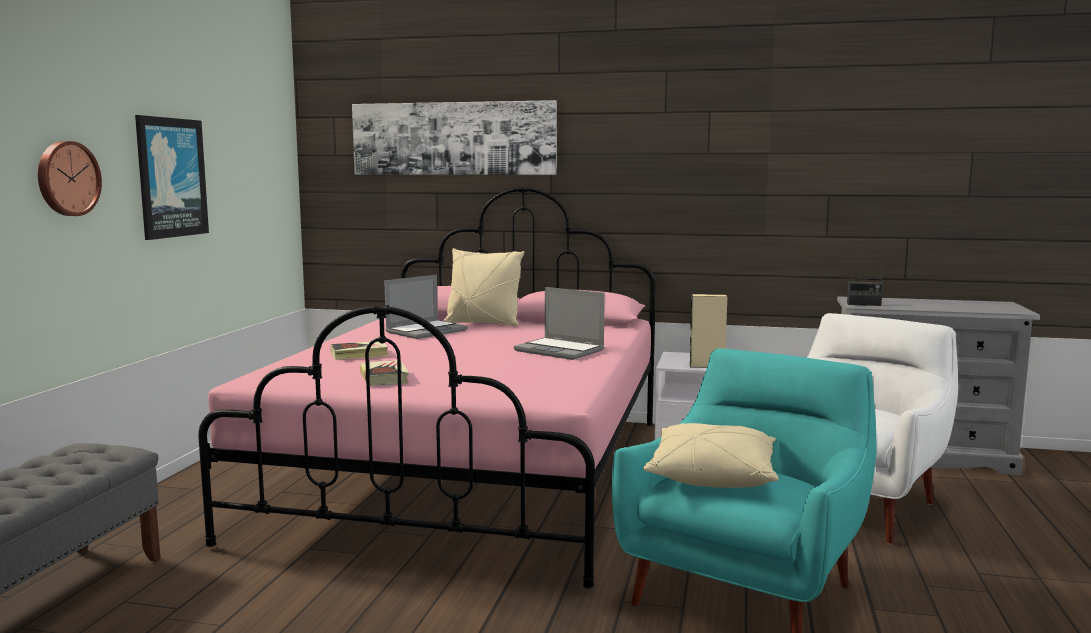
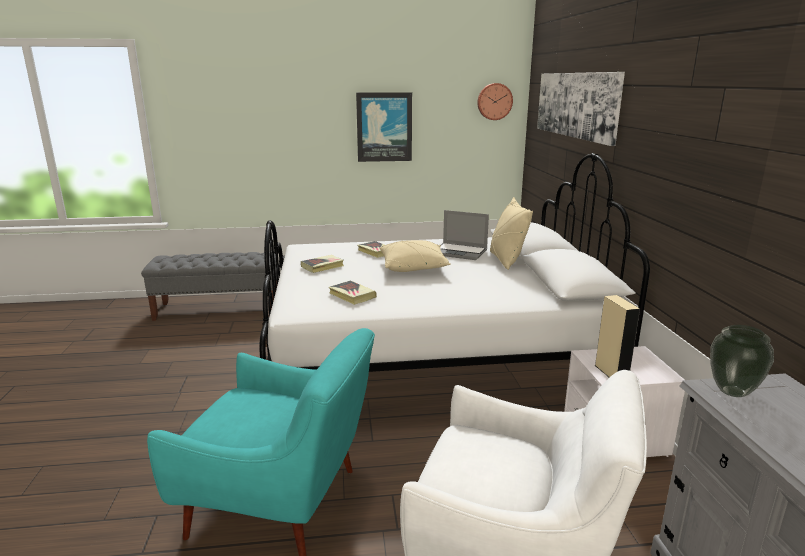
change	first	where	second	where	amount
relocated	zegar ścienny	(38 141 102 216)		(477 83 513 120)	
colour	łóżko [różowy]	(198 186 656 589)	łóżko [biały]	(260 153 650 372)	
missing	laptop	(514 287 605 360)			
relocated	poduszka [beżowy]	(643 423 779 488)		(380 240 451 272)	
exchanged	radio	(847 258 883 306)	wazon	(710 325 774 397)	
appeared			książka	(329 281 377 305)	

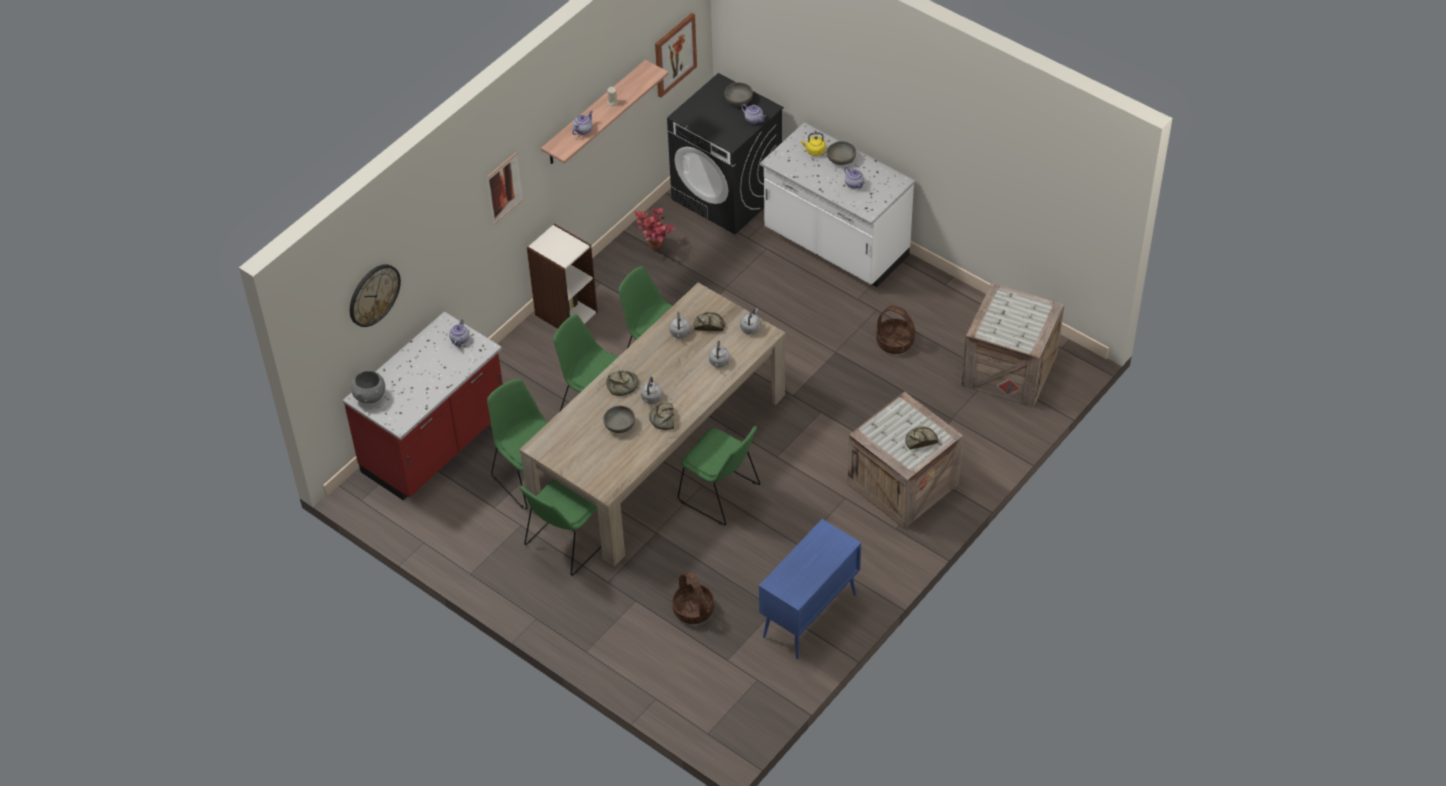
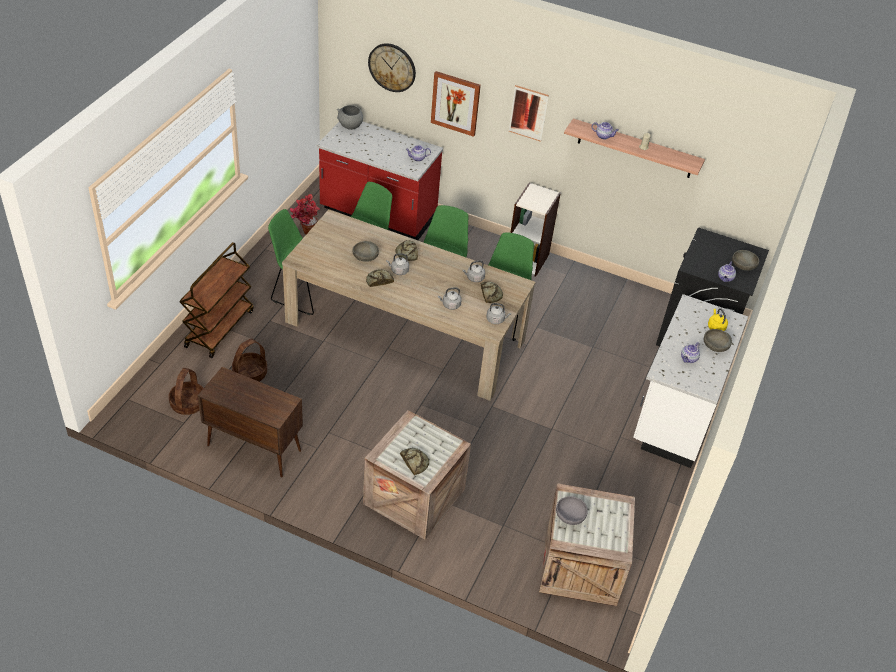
change	first	where	second	where	amount
relocated	roślina doniczkowa	(635 208 675 251)		(290 194 320 235)	
relocated	obraz	(655 13 697 97)		(431 71 481 137)	
missing	krzesło [zielony]	(678 426 760 525)			
colour	szafka [niebieski]	(759 519 861 659)	szafka [brązowy]	(198 367 303 478)	
relocated	koszyk	(876 305 915 354)		(169 368 203 415)	
appeared			wózek [brązowy]	(179 242 254 358)	
appeared			miska [szary]	(556 496 588 525)	

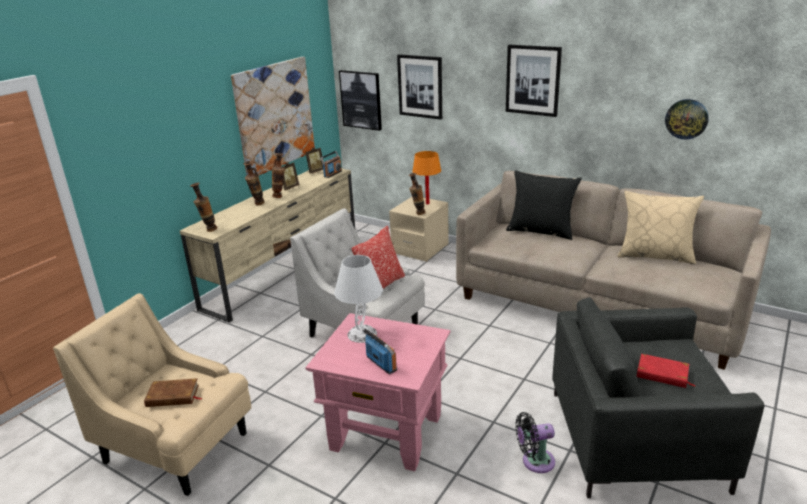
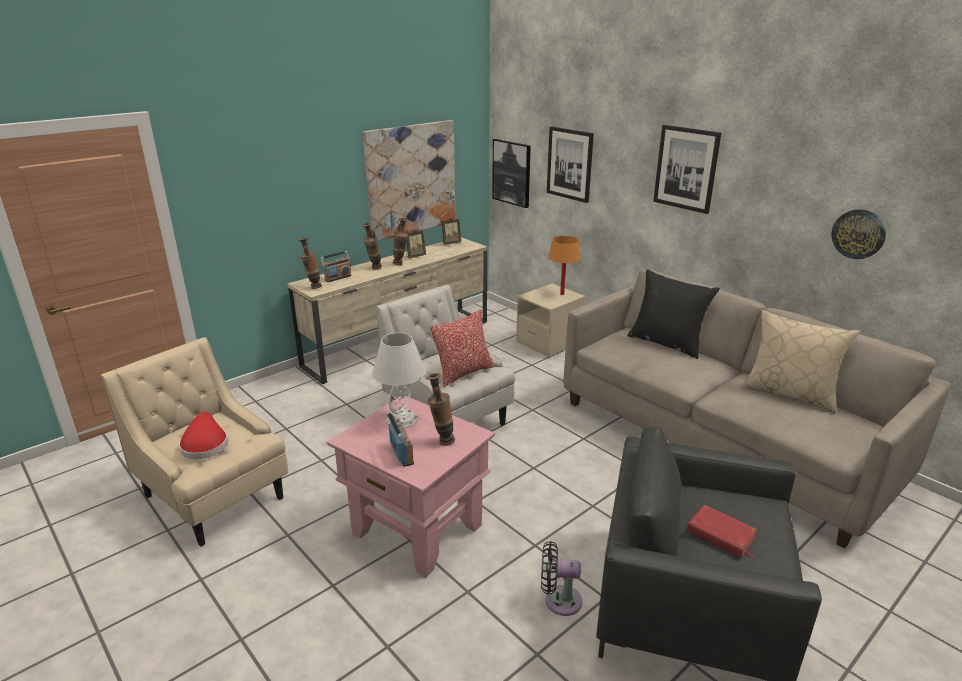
change	first	where	second	where	amount
exchanged	książka [brązowy]	(144 378 202 407)	kapelusz [czerwony]	(179 412 228 459)	
relocated	radio	(320 151 342 178)		(320 251 352 282)	
relocated	wazon	(409 173 425 215)		(426 373 455 446)	

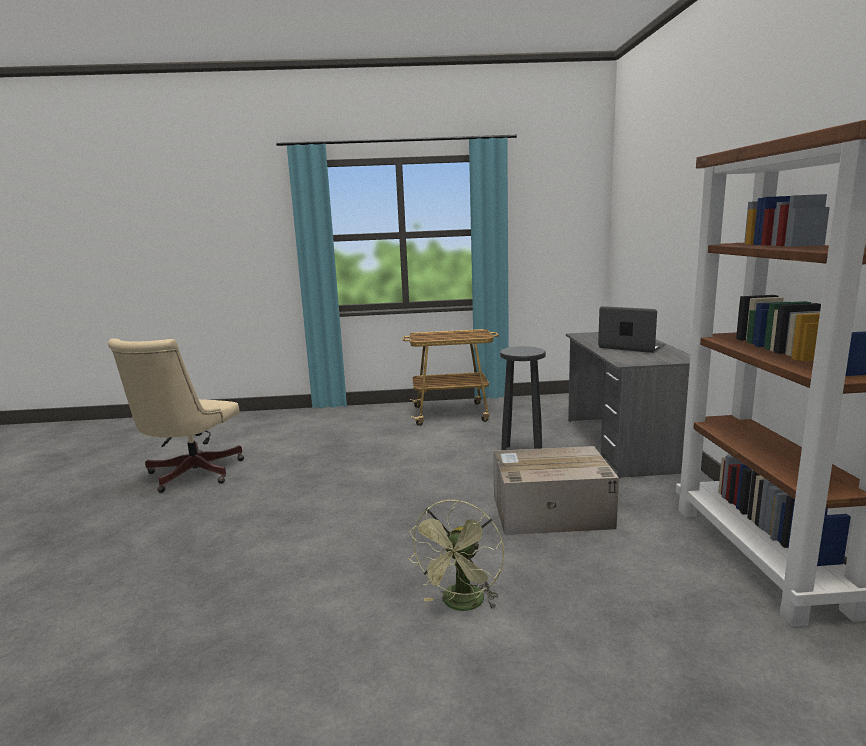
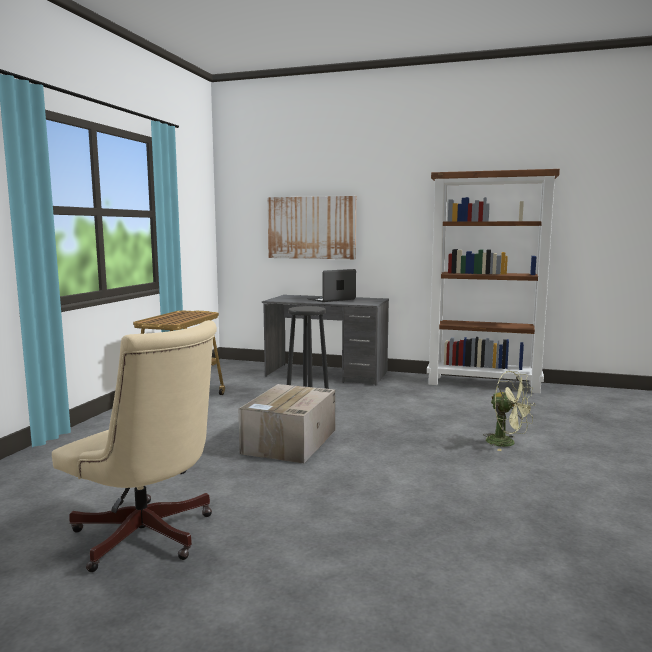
change	first	where	second	where	amount
relocated	karton	(493 446 619 535)		(239 384 335 463)	
appeared			obraz	(268 196 356 259)	

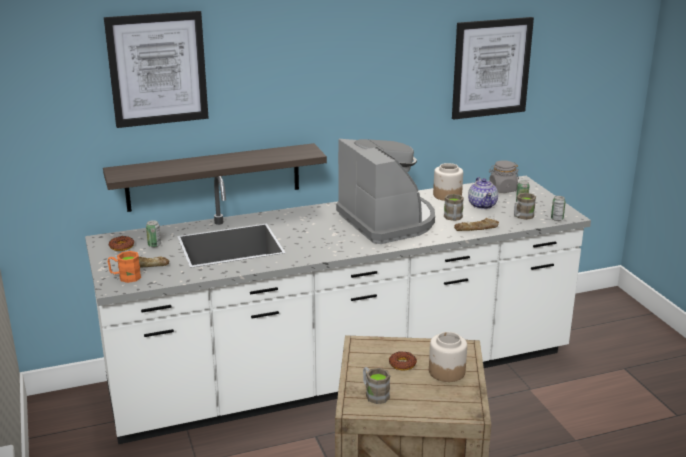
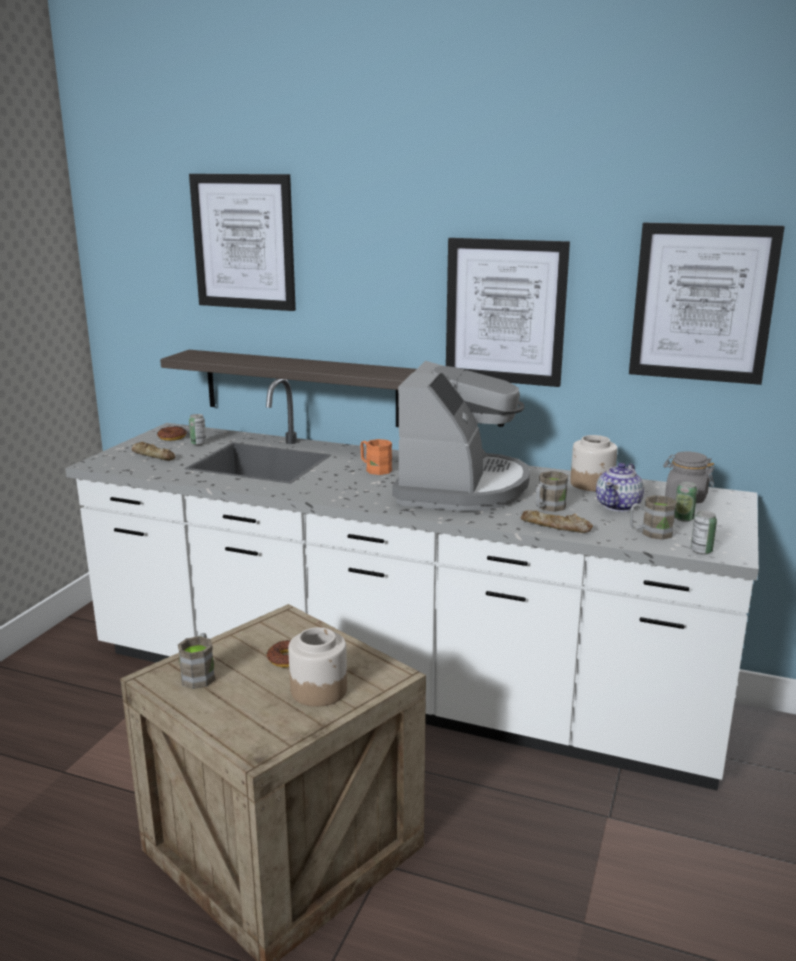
change	first	where	second	where	amount
relocated	kubek [pomarańczowy]	(108 251 141 283)		(360 439 392 475)	
appeared			obraz	(446 238 570 387)	

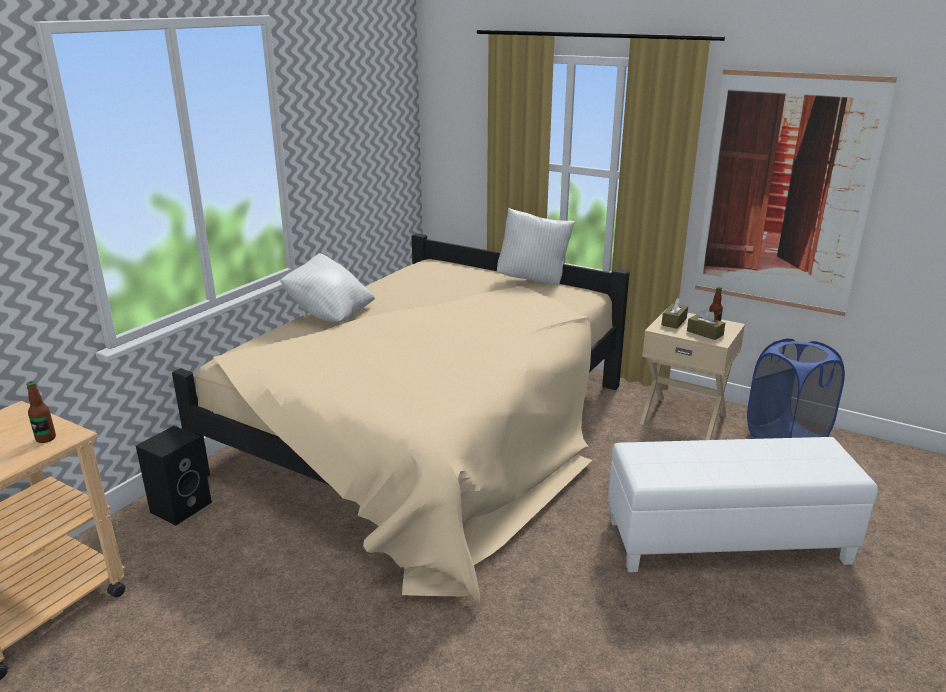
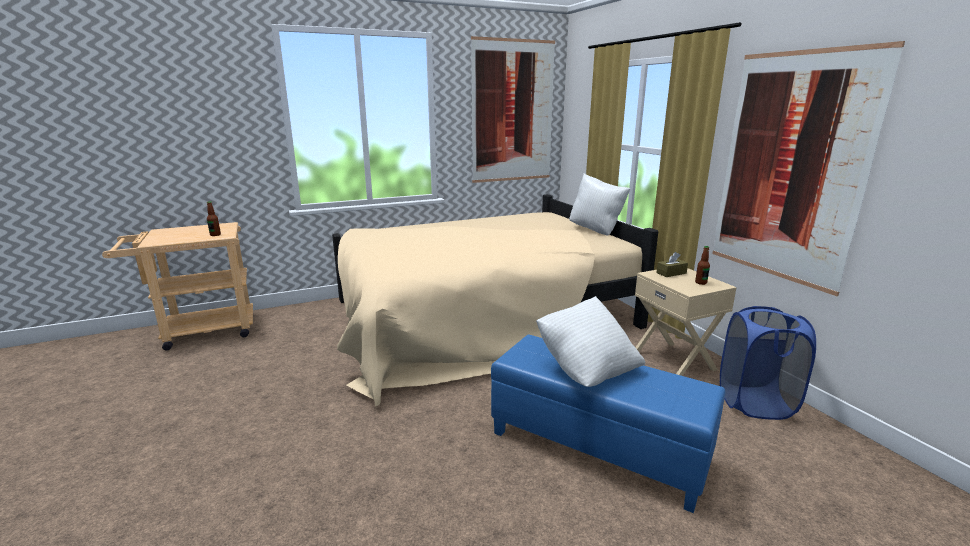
change	first	where	second	where	amount
missing	głośnik [czarny]	(136 426 212 526)			
relocated	poduszka [biały]	(280 253 375 323)		(536 296 645 387)	
colour	pufa [biały]	(608 437 878 572)	pufa [niebieski]	(491 334 725 513)	
missing	pudełko chusteczek [brązowy]	(687 308 725 340)			
appeared			obraz	(471 36 555 183)	

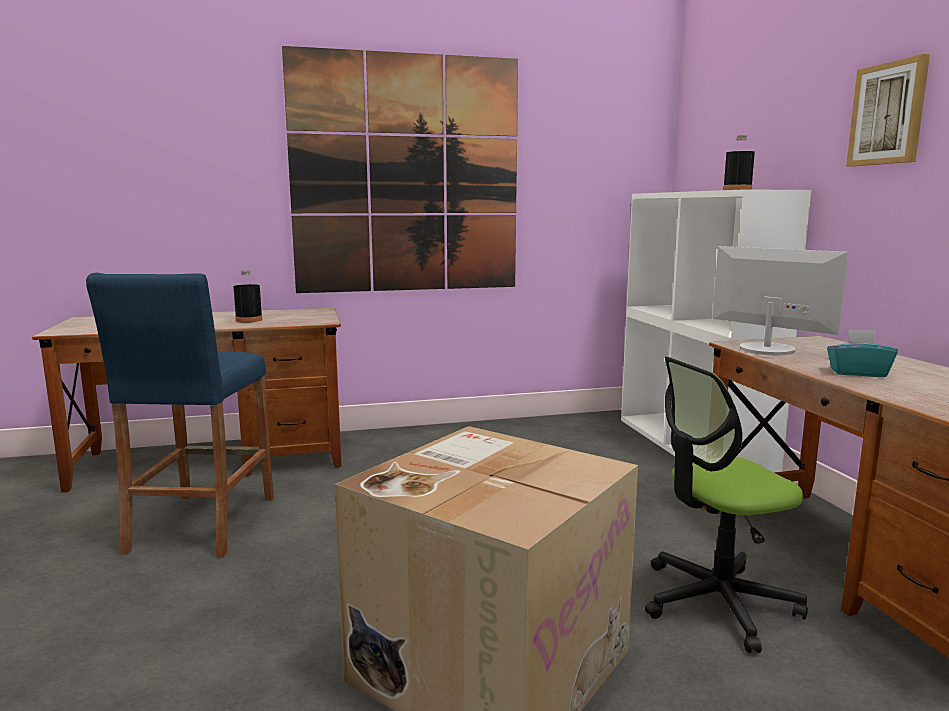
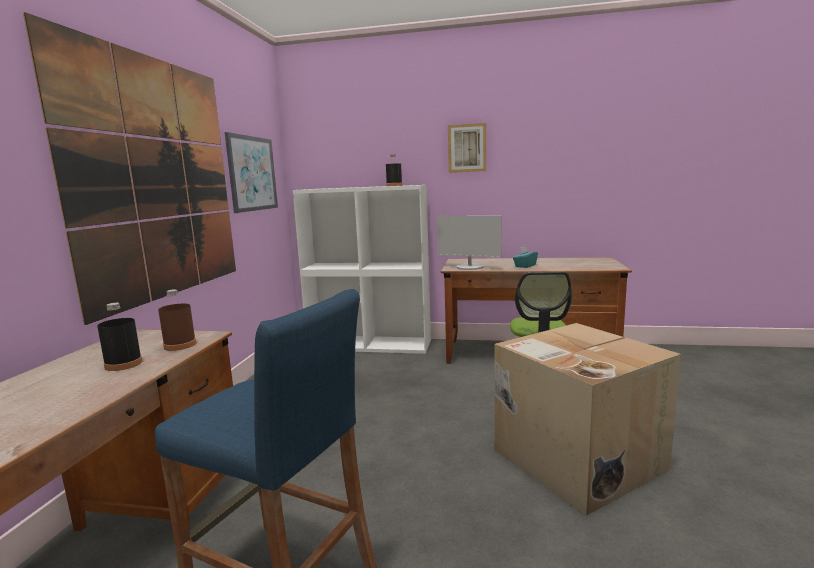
change	first	where	second	where	amount
spun	monitor	(712 246 849 355)		(437 216 502 270)	135 degrees counterclockwise
appeared			butelka [brązowy]	(158 289 196 351)	
appeared			obraz	(225 132 278 213)	

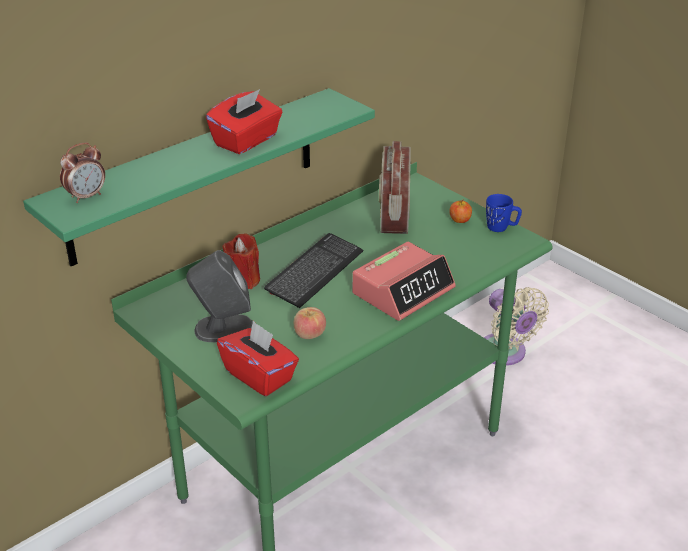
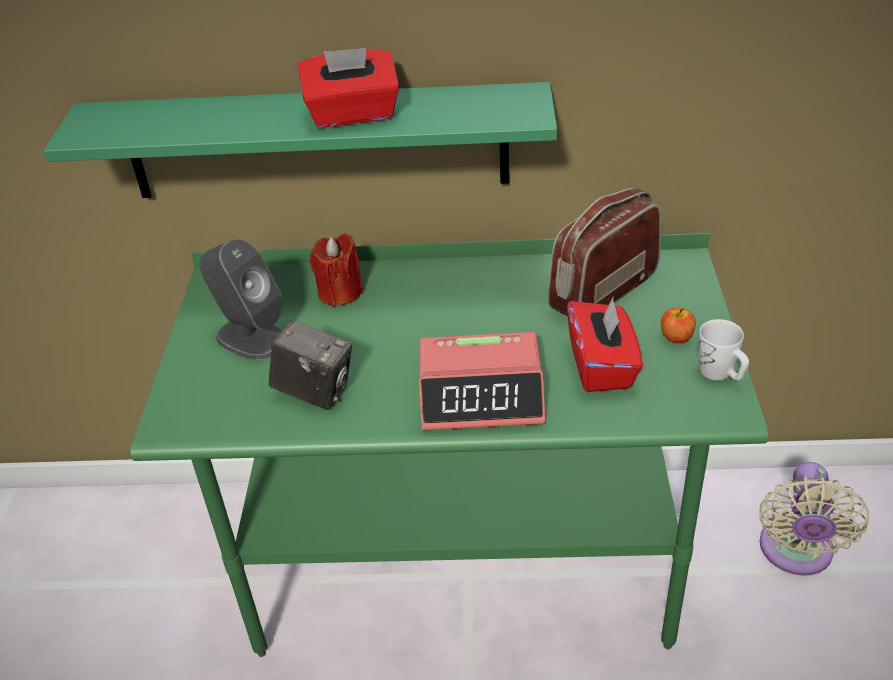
change	first	where	second	where	amount
missing	budzik	(60 142 105 203)			
relocated	pudełko chusteczek [czerwony]	(217 321 299 396)		(567 296 643 392)	
missing	klawiatura	(264 233 363 308)			
exchanged	jabłko	(294 307 326 339)	aparat fotograficzny	(269 320 352 410)	
colour	kubek [niebieski]	(486 194 522 232)	kubek [biały]	(698 319 749 381)	

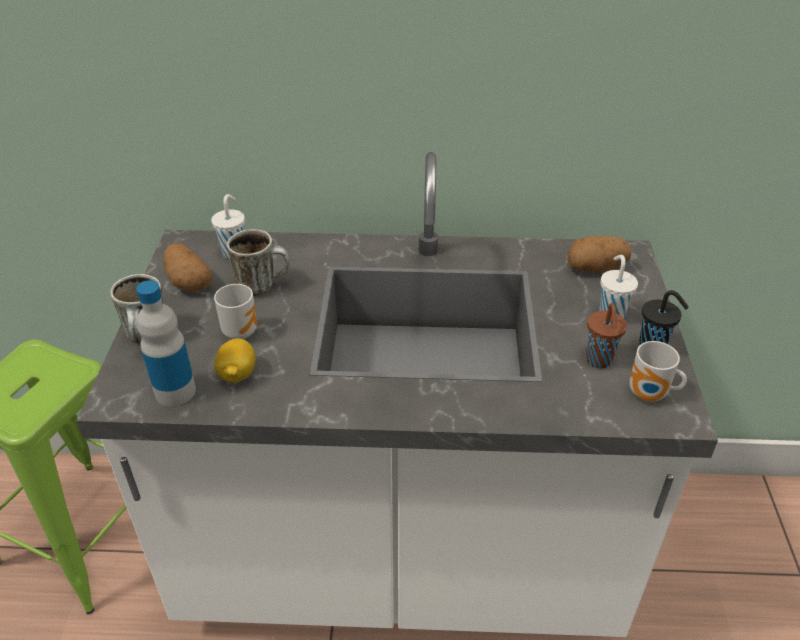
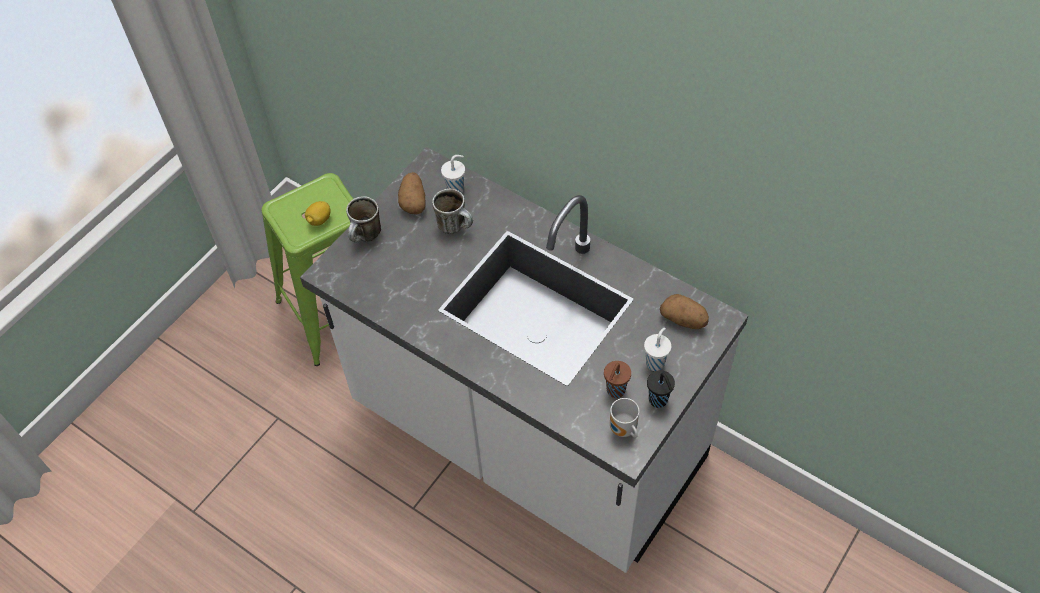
change	first	where	second	where	amount
missing	butelka	(136 280 196 406)			
missing	kubek	(214 284 257 339)			
relocated	cytryna	(215 338 255 383)		(305 201 330 226)	

